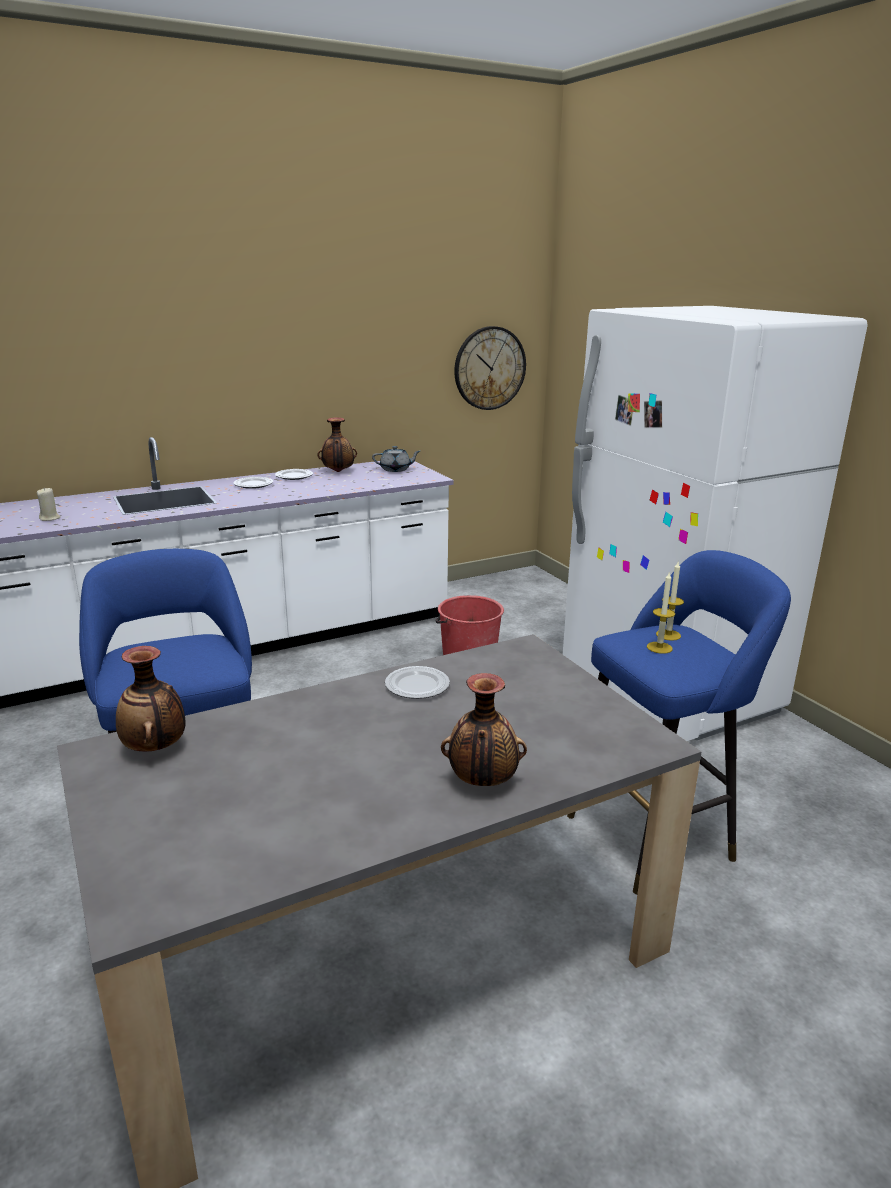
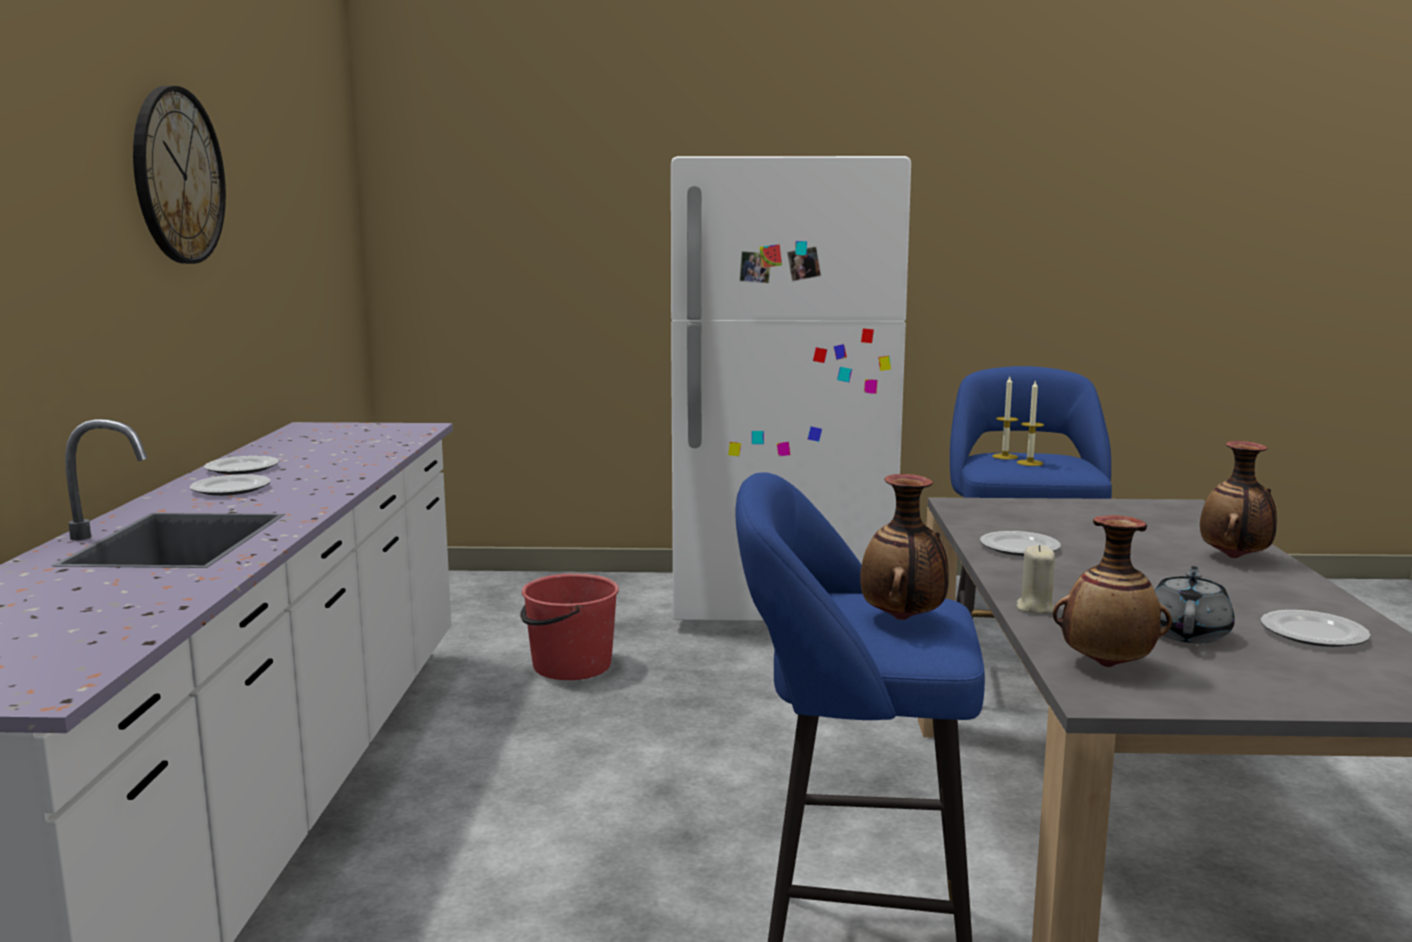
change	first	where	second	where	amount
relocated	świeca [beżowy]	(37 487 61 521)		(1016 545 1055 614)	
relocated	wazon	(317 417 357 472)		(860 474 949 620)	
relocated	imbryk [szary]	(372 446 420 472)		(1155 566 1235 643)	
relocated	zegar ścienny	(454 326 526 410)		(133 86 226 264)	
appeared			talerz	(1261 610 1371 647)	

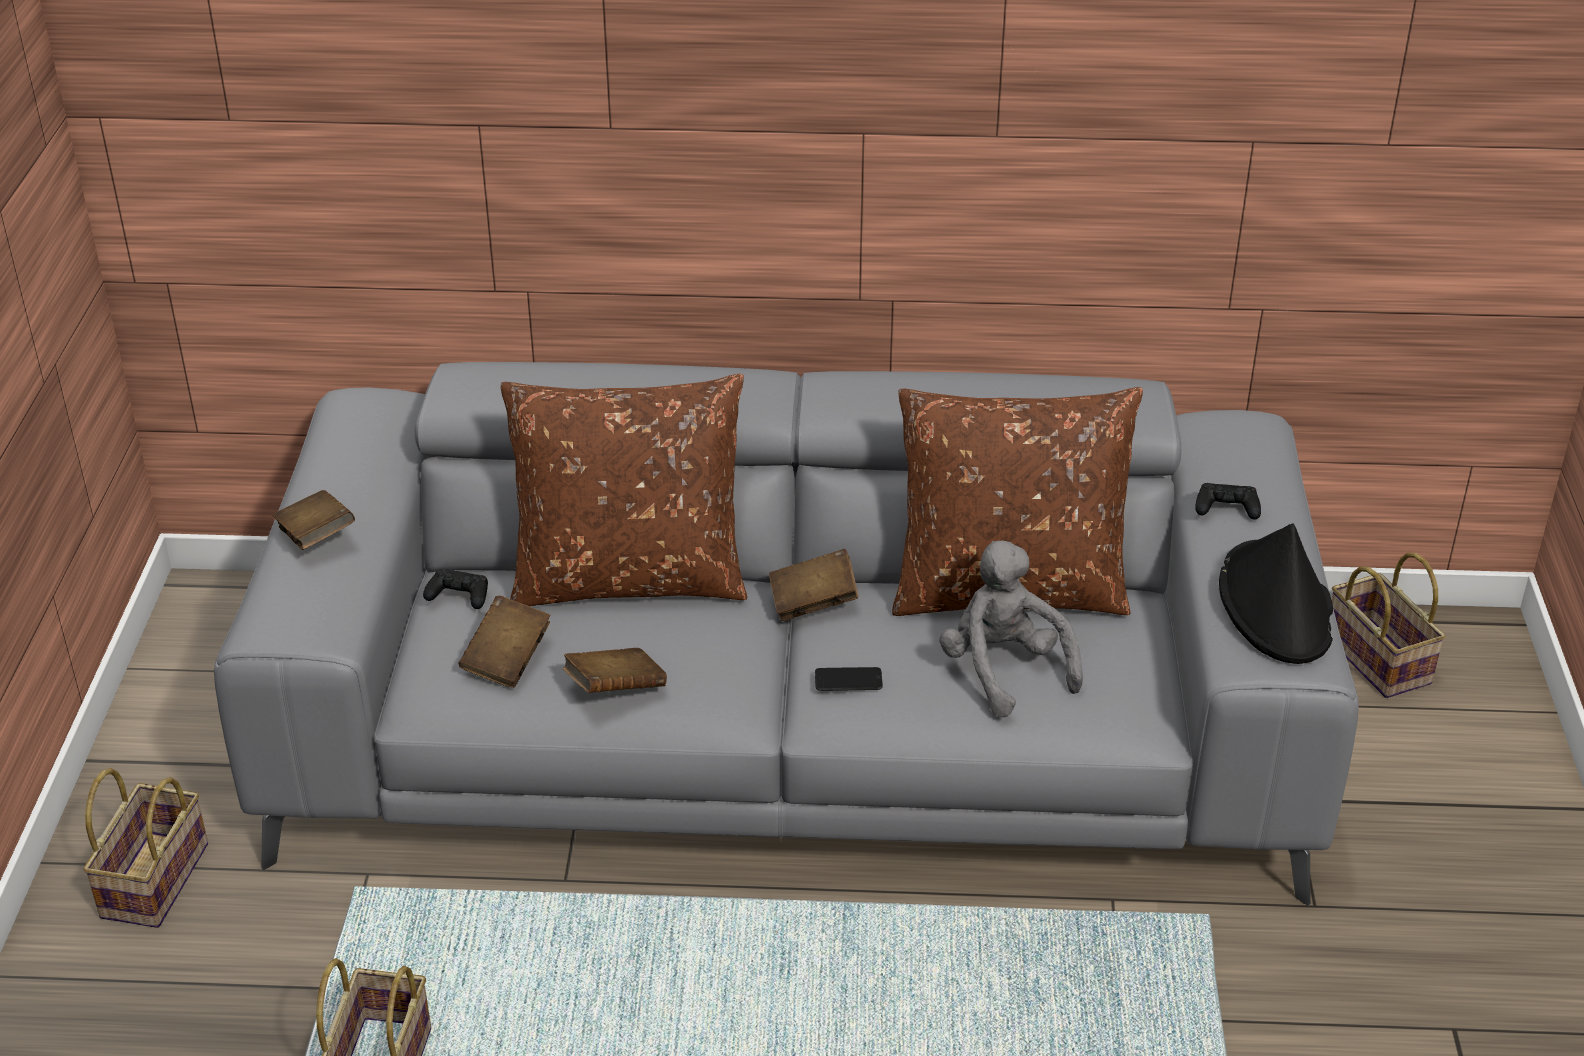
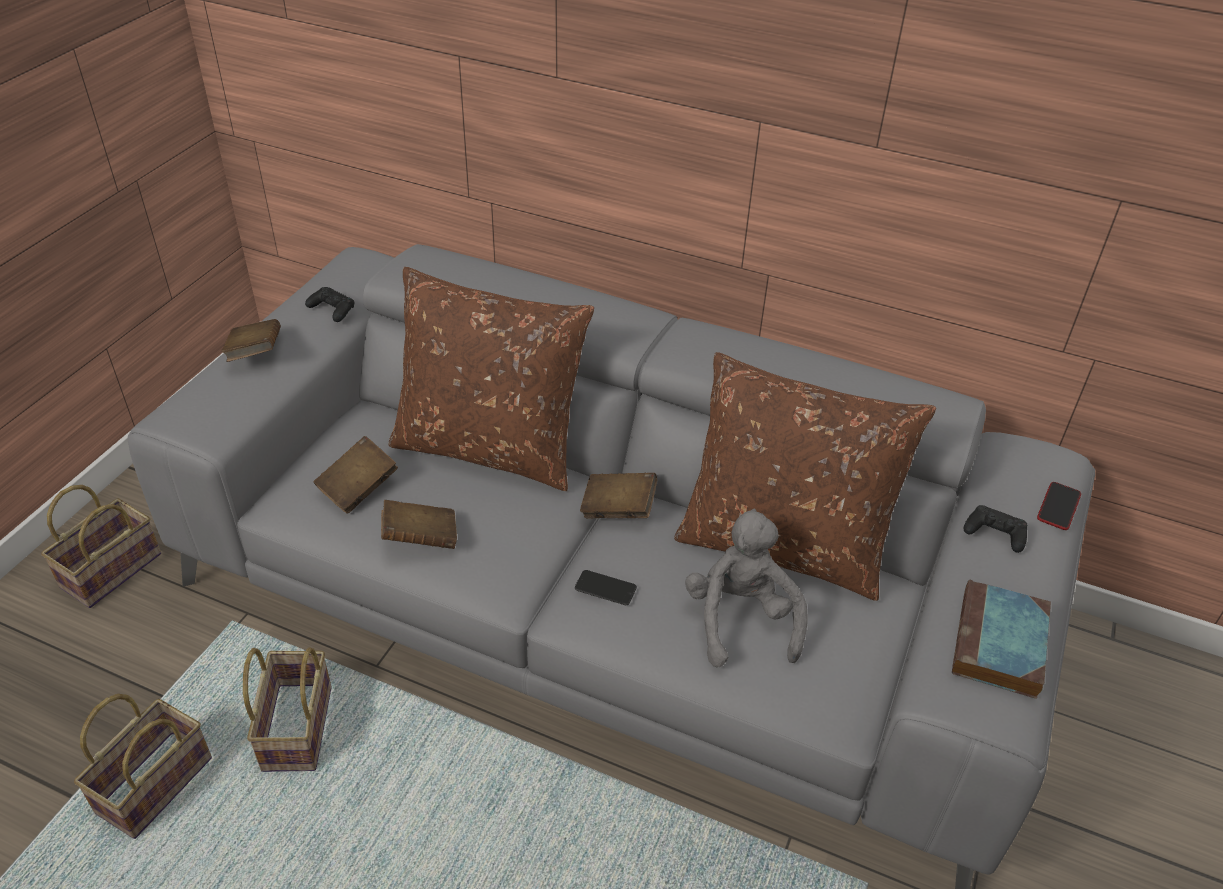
change	first	where	second	where	amount
relocated	pad do gier [czarny]	(423 569 488 609)		(305 287 354 322)	
exchanged	kapelusz [czarny]	(1219 523 1333 664)	książka	(952 580 1051 699)	
relocated	koszyk	(1332 552 1446 698)		(243 647 332 772)	
appeared			telefon	(1037 482 1081 530)	

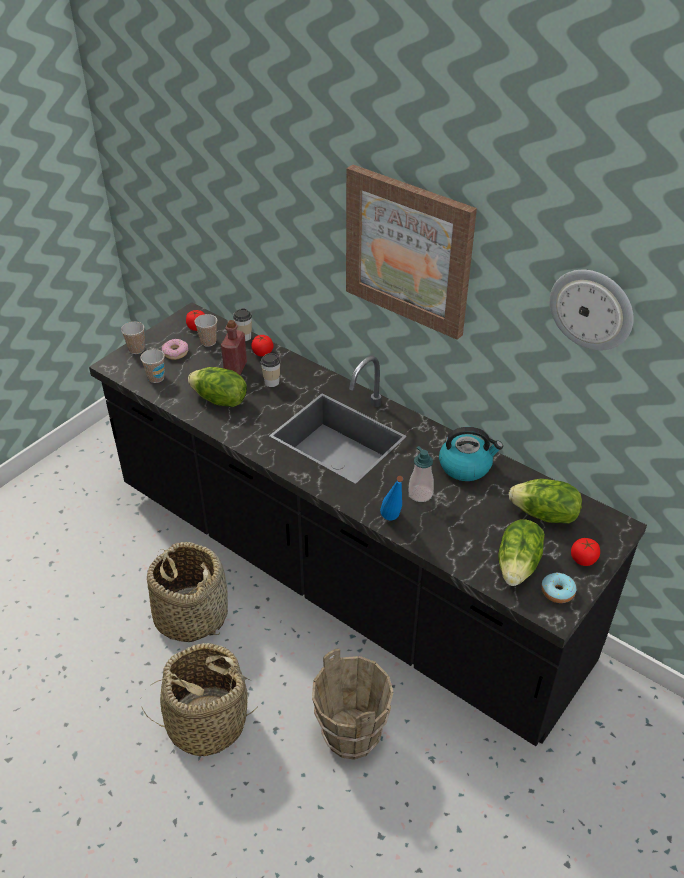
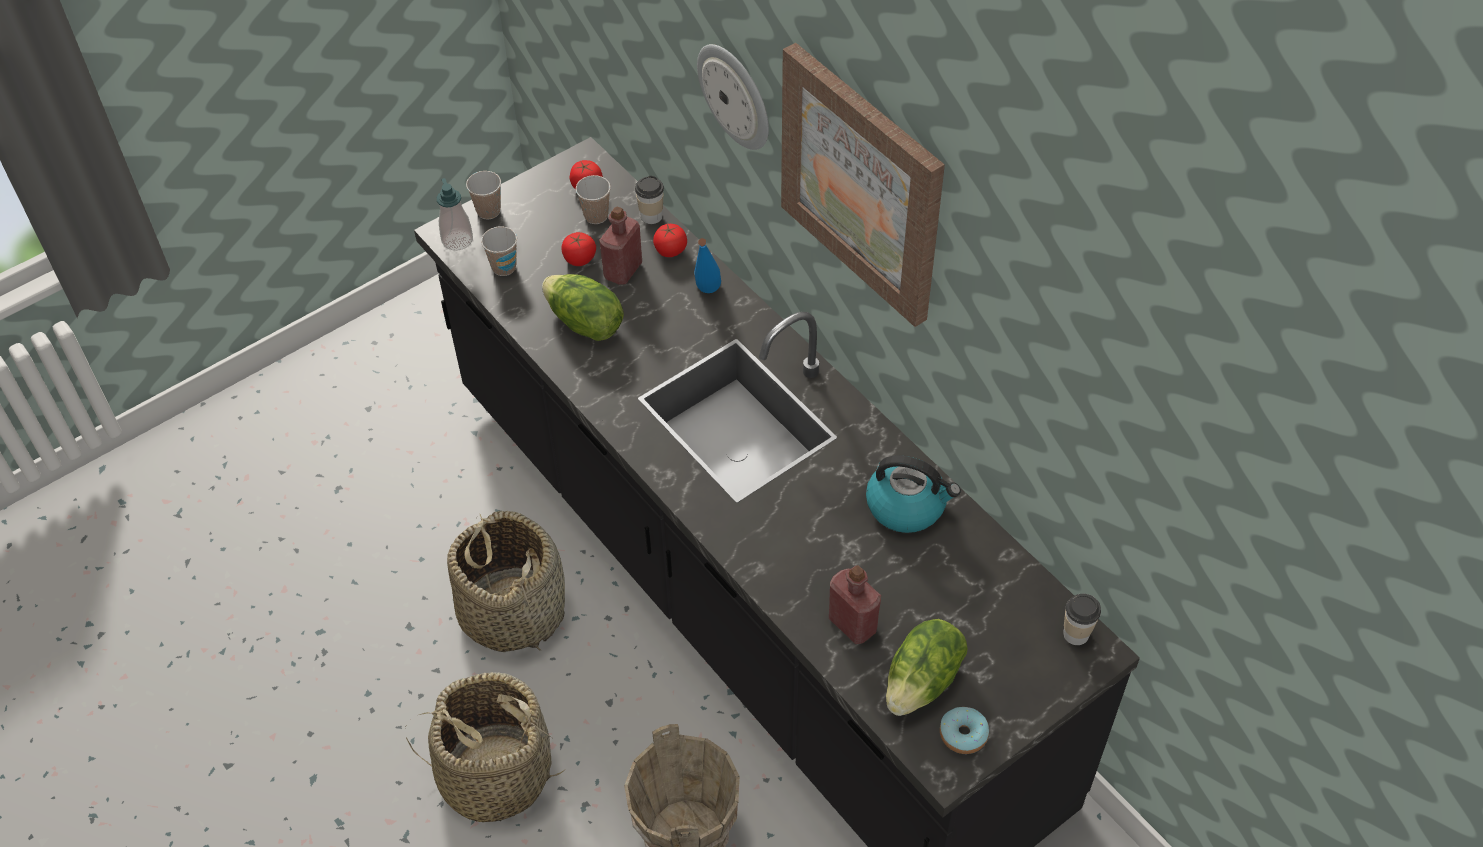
change	first	where	second	where	amount
missing	donut	(162 339 188 360)			
relocated	filiżanka	(261 353 281 387)		(1063 594 1101 645)	
relocated	butelka [niebieski]	(380 476 403 520)		(694 238 721 293)	
relocated	dozownik mydła	(408 446 434 502)		(437 178 473 251)	
missing	sałata	(509 479 582 524)			
relocated	zegar ścienny	(549 270 634 350)		(697 44 769 150)	
relocated	pomidor	(571 538 600 566)		(561 232 596 266)	
appeared			butelka [czerwony]	(829 565 881 644)	

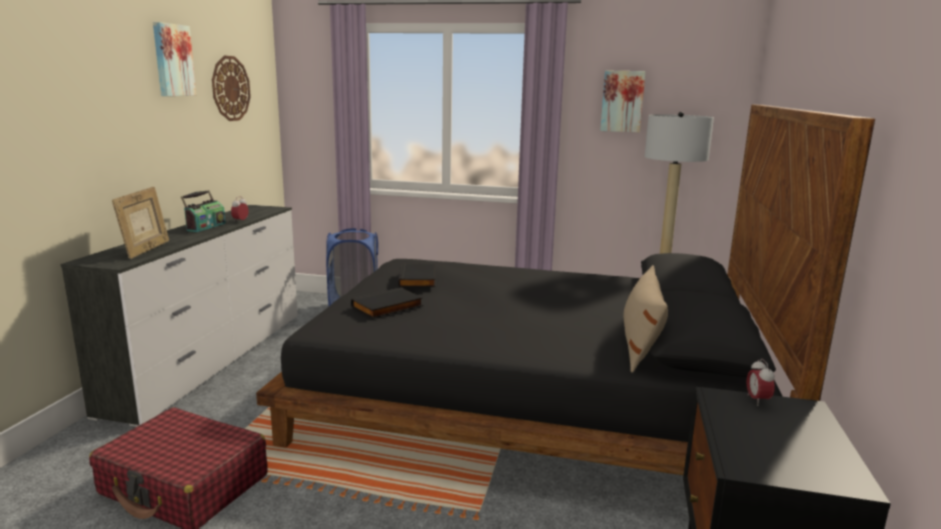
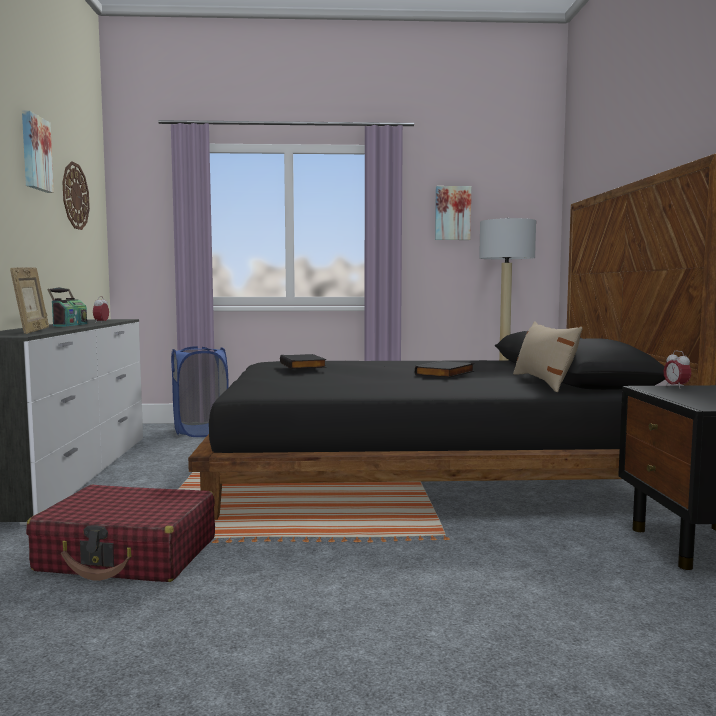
change	first	where	second	where	amount
relocated	książka [czarny]	(351 287 423 319)		(415 361 474 378)	

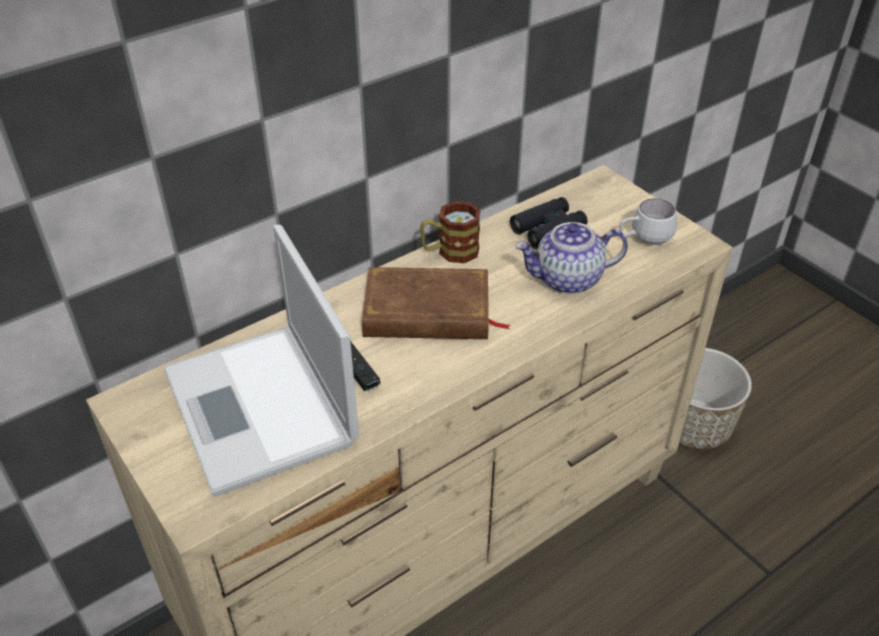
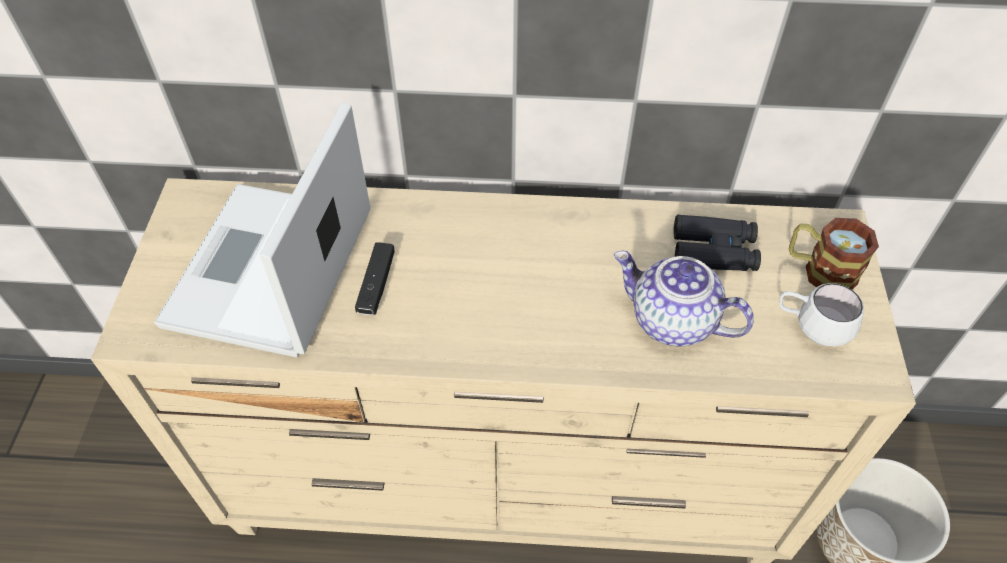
change	first	where	second	where	amount
missing	książka [brązowy]	(362 267 510 339)			
relocated	kubek	(420 201 481 263)		(789 218 879 290)	

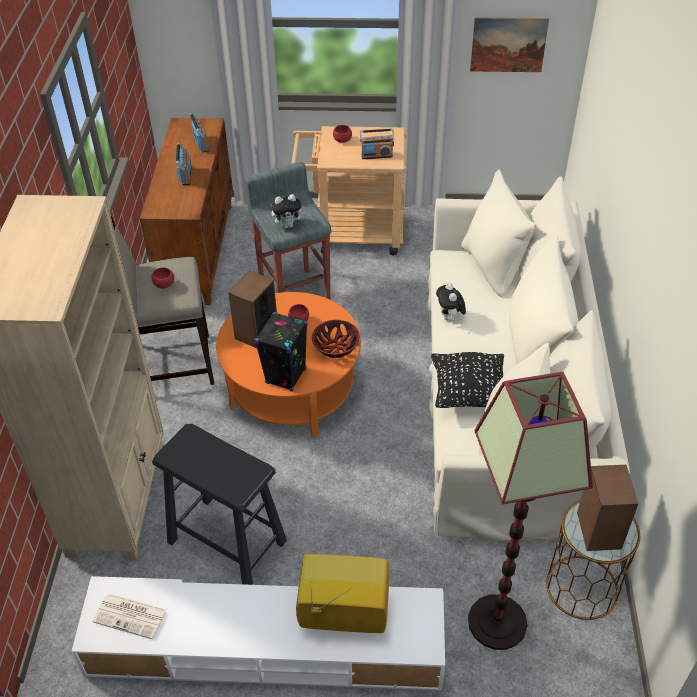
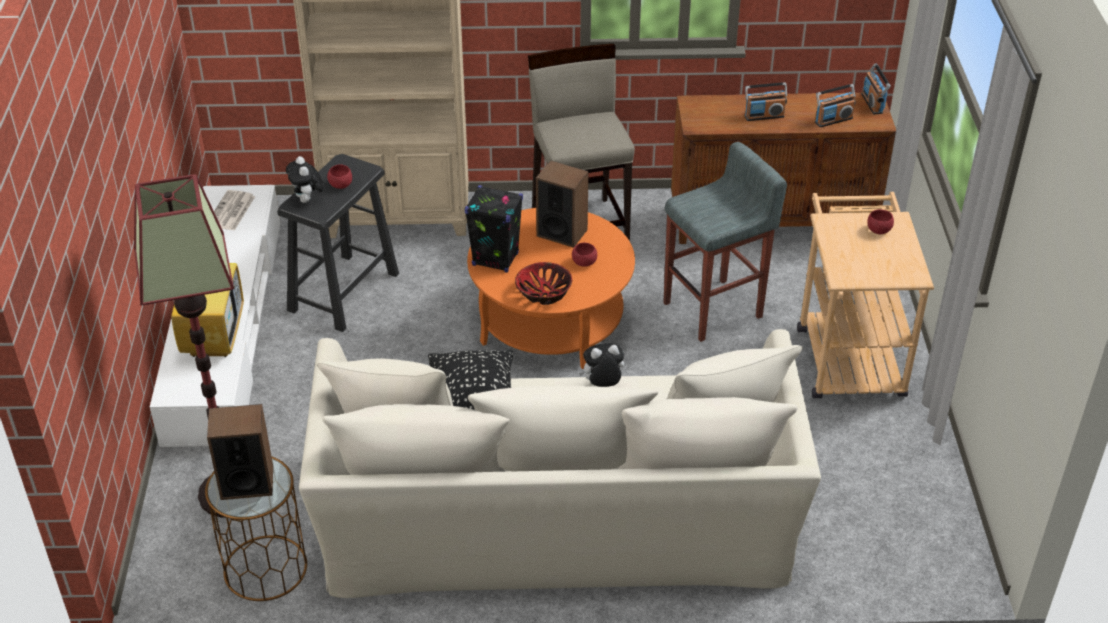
change	first	where	second	where	amount
relocated	miska [czerwony]	(151 267 174 288)		(327 164 352 189)	
relocated	pluszak	(271 194 306 228)		(286 156 324 203)	
relocated	radio	(360 129 394 159)		(862 63 891 114)	
missing	obraz	(470 17 549 72)			

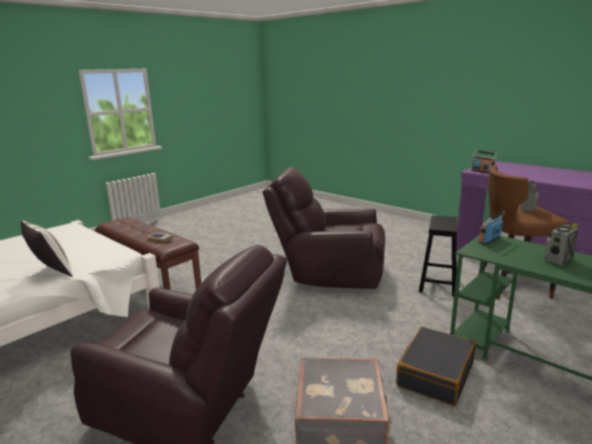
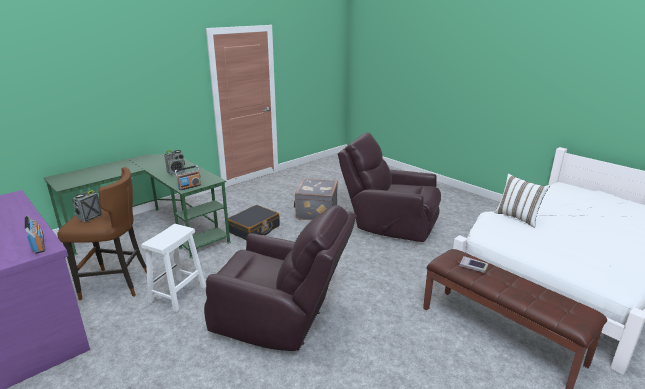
change	first	where	second	where	amount
colour	stołek [czarny]	(419 215 457 297)	stołek [biały]	(141 224 206 312)	

